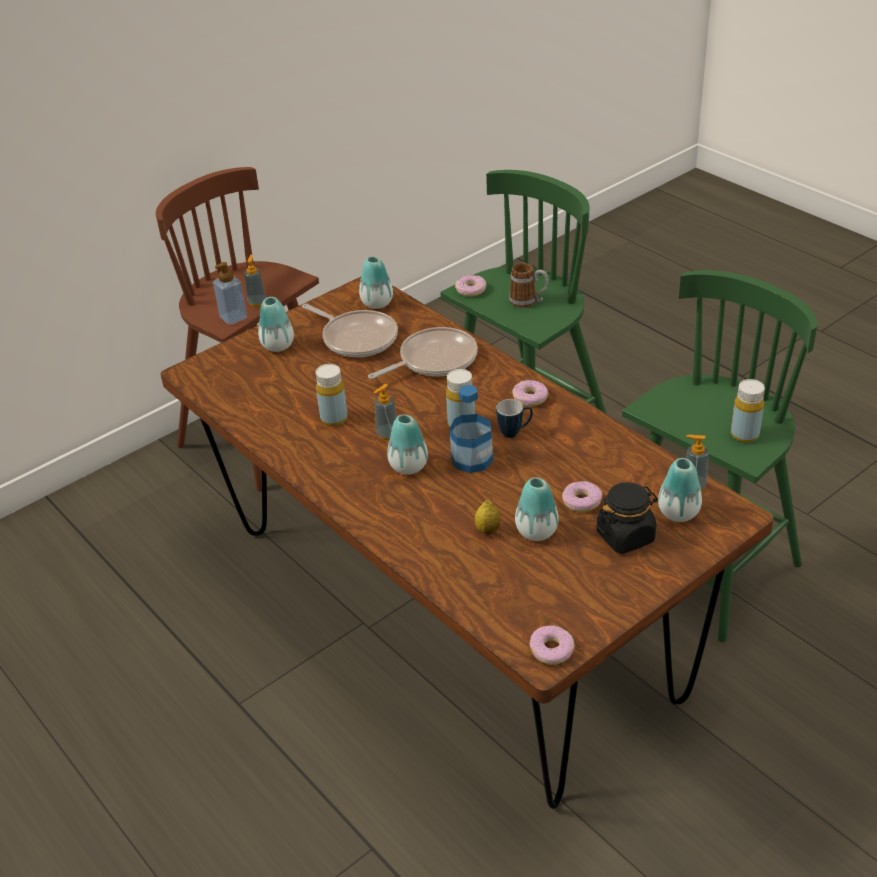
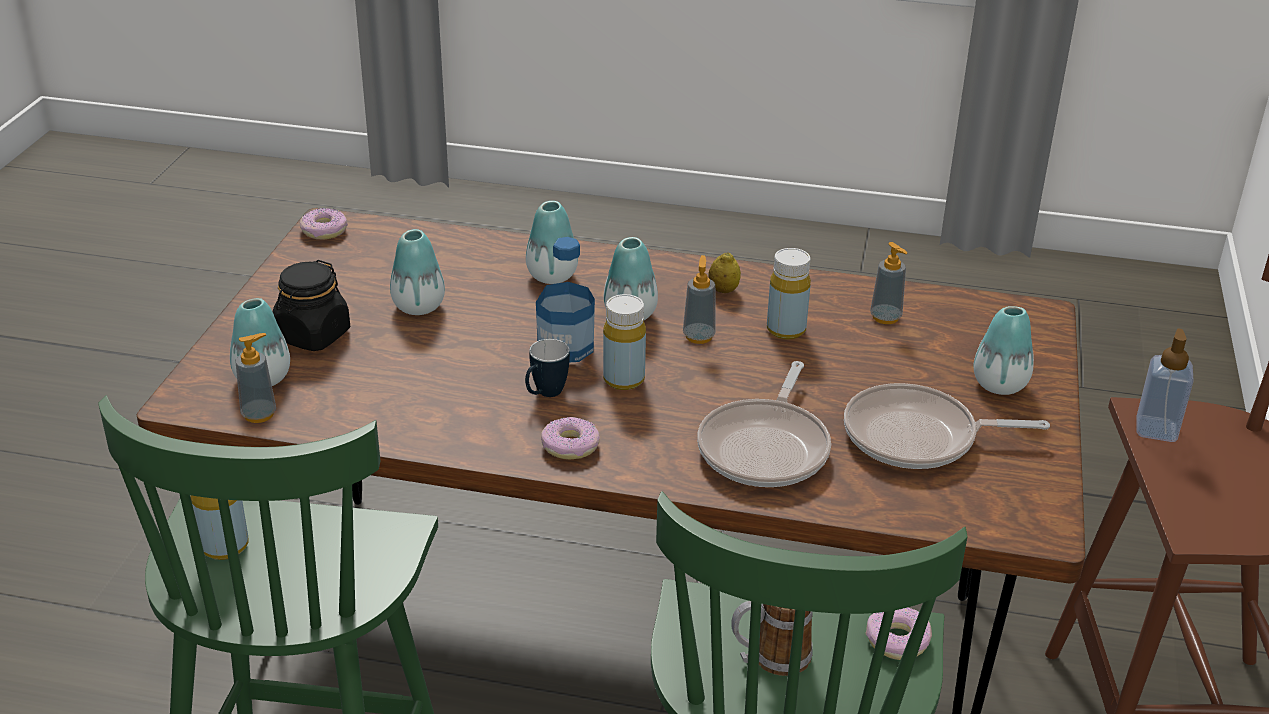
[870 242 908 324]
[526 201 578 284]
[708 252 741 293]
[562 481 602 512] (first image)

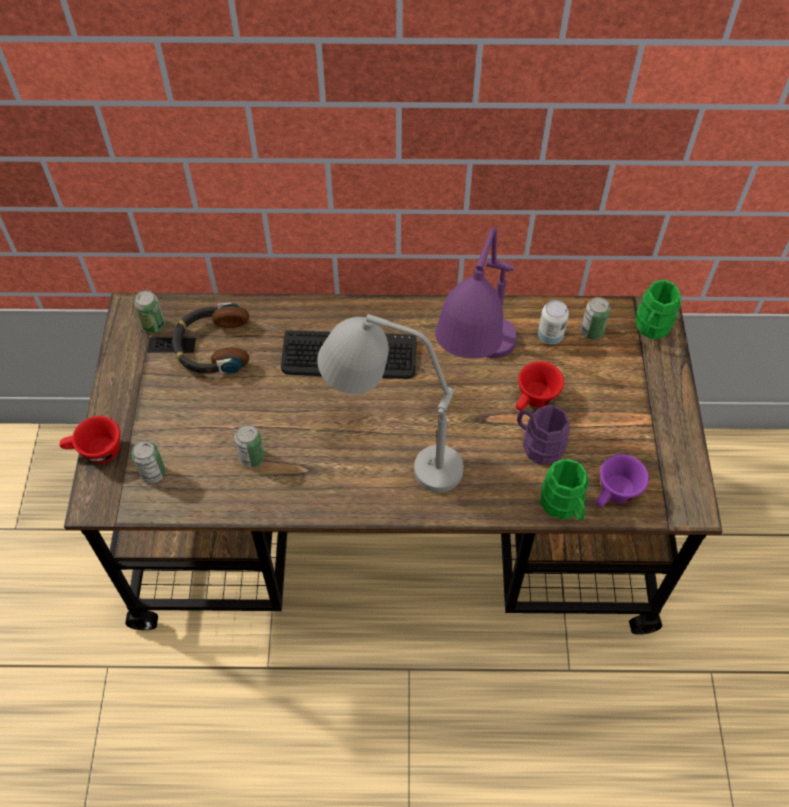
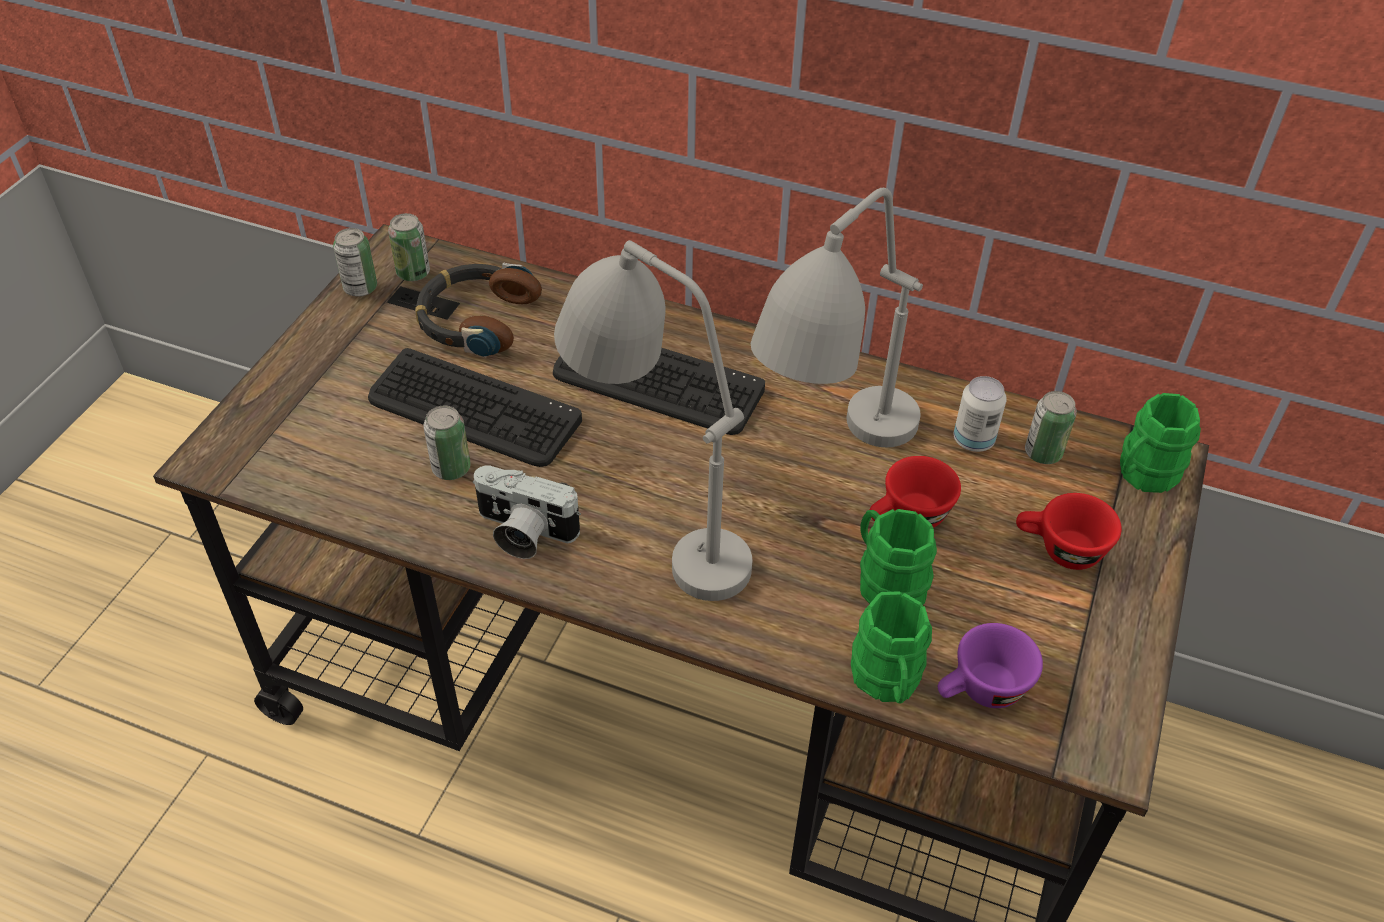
[1016 493 1122 570]
[333 228 377 297]
[751 188 923 447]
[860 509 937 605]
[368 348 582 467]
[473 465 581 559]

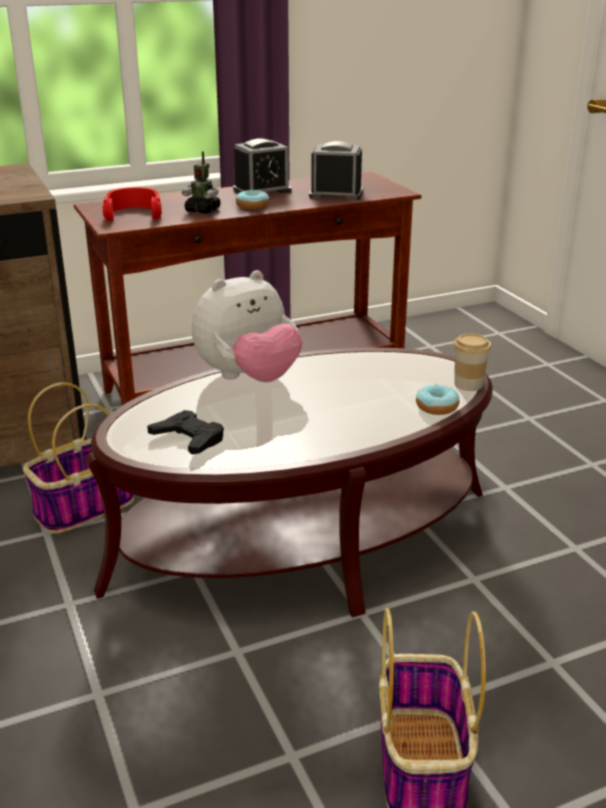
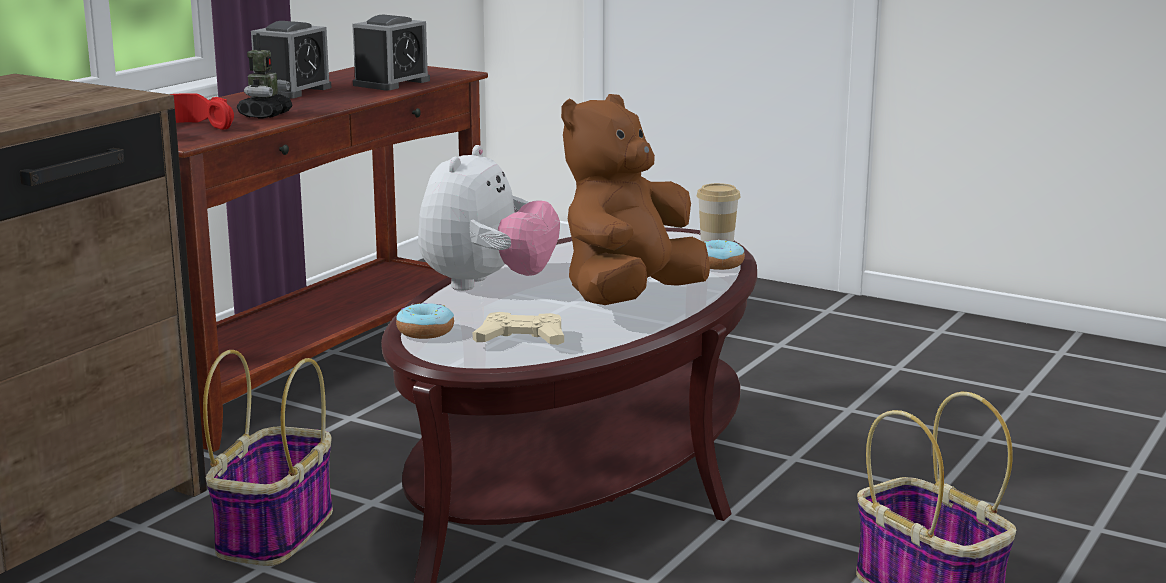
[473 312 564 345]
[237 33 292 119]
[396 303 454 339]
[352 15 430 90]
[561 94 710 305]

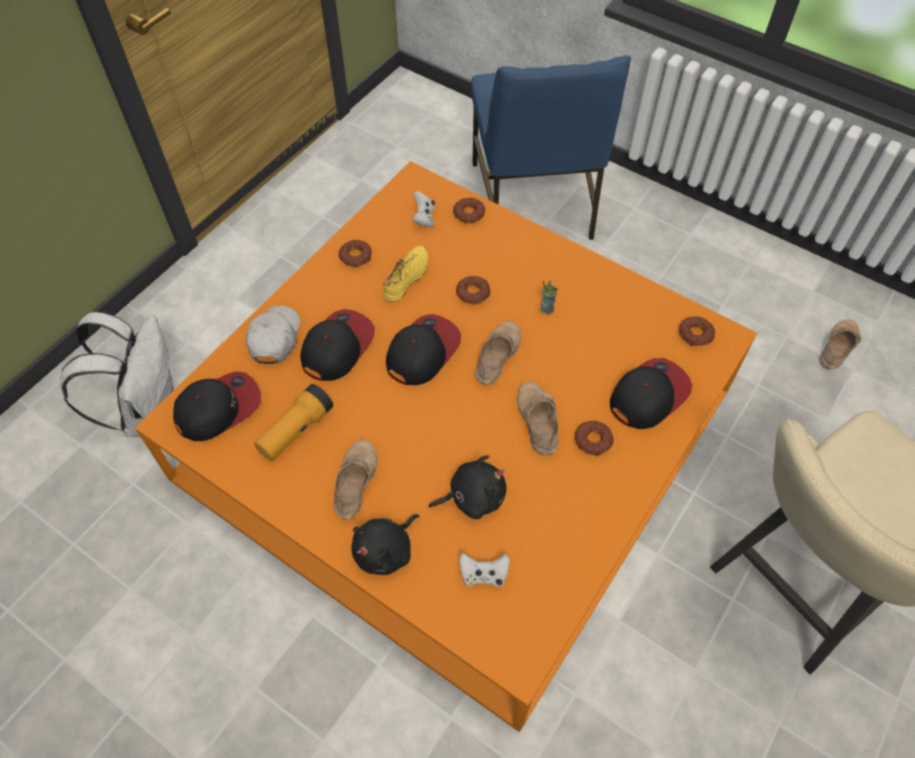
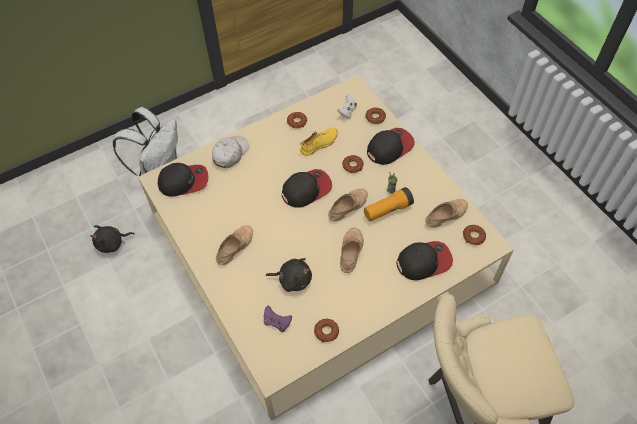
[138 75 514 421]
[364 187 414 221]
[367 128 415 165]
[90 225 134 253]
[264 305 292 332]
[471 55 631 240] (first image)
[314 319 339 343]
[425 199 468 228]

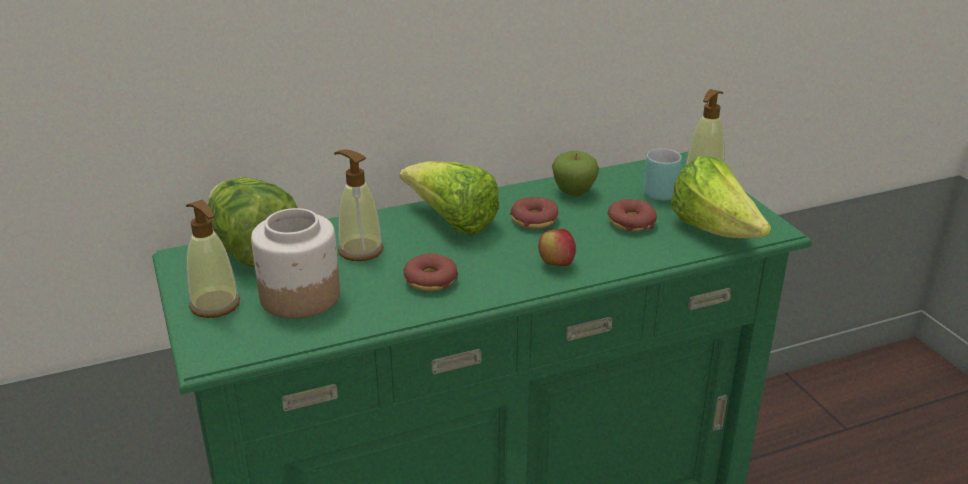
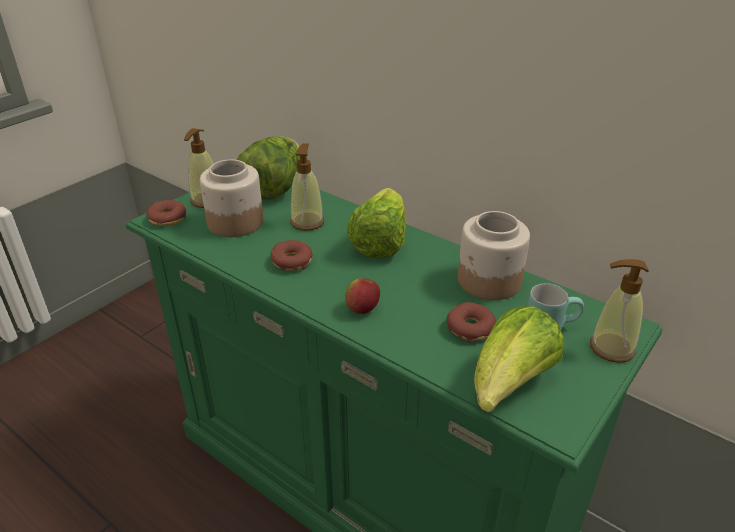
[146 200 186 226]
[458 211 530 300]

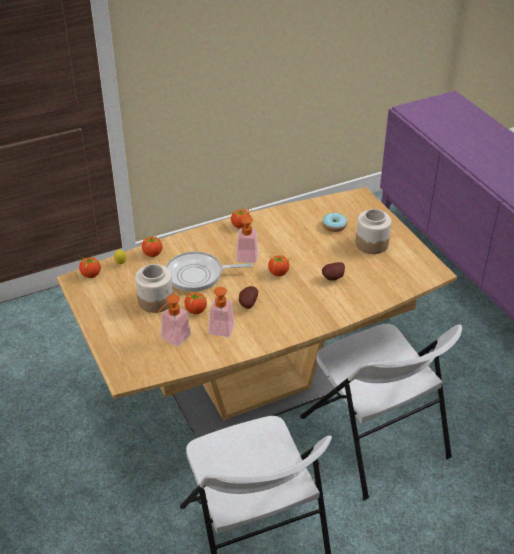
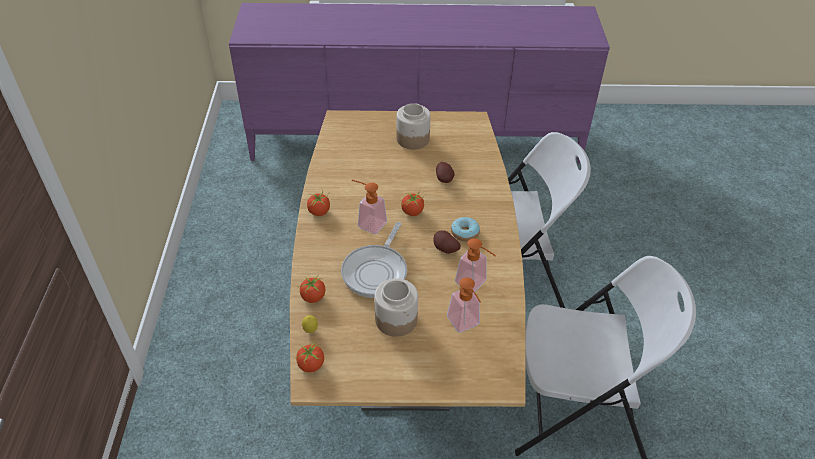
[185 290 207 314] (first image)
[451 217 480 242]

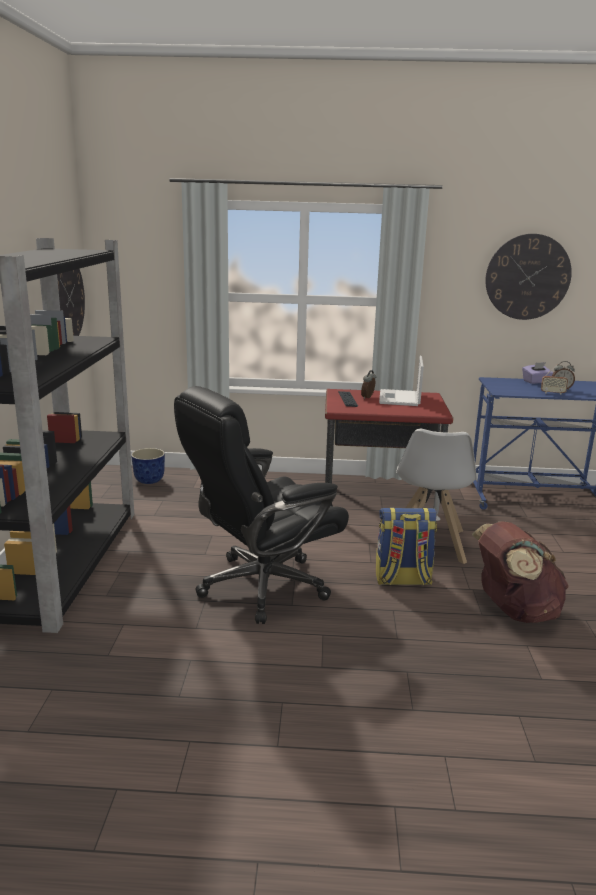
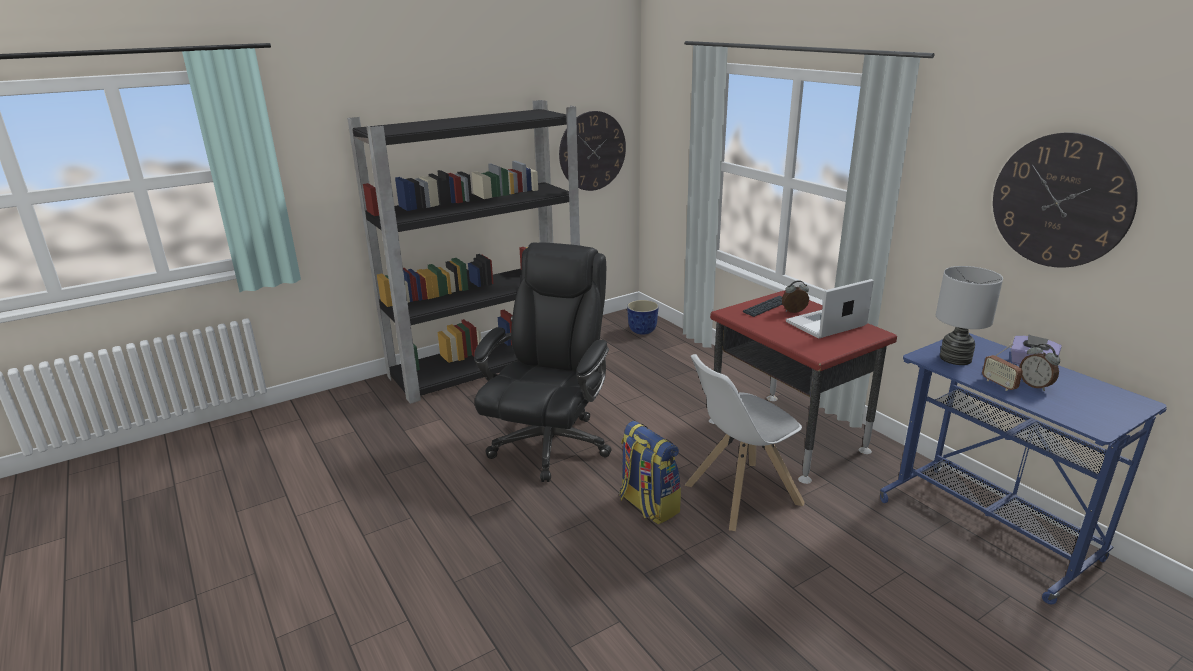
[474 243 611 482]
[472 521 569 623] (first image)
[936 266 1003 365]

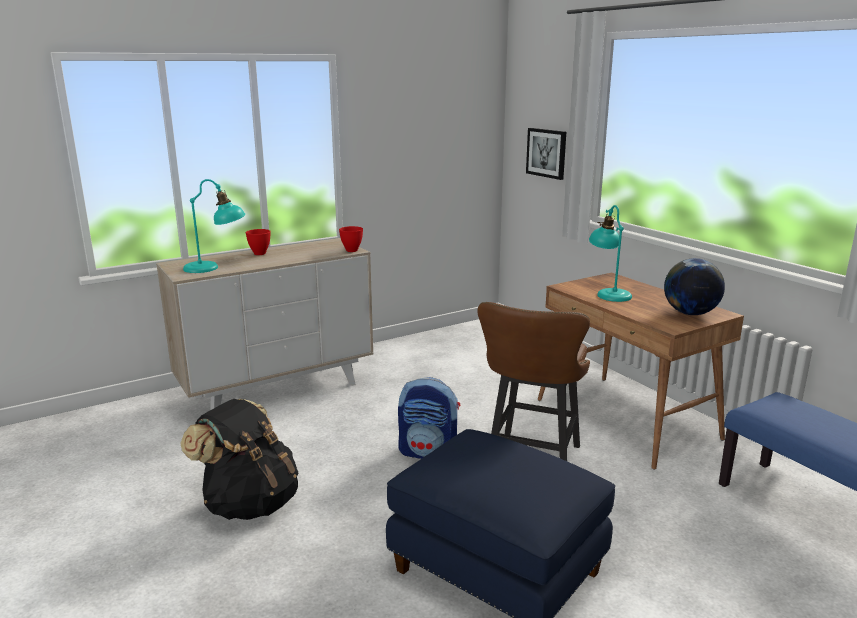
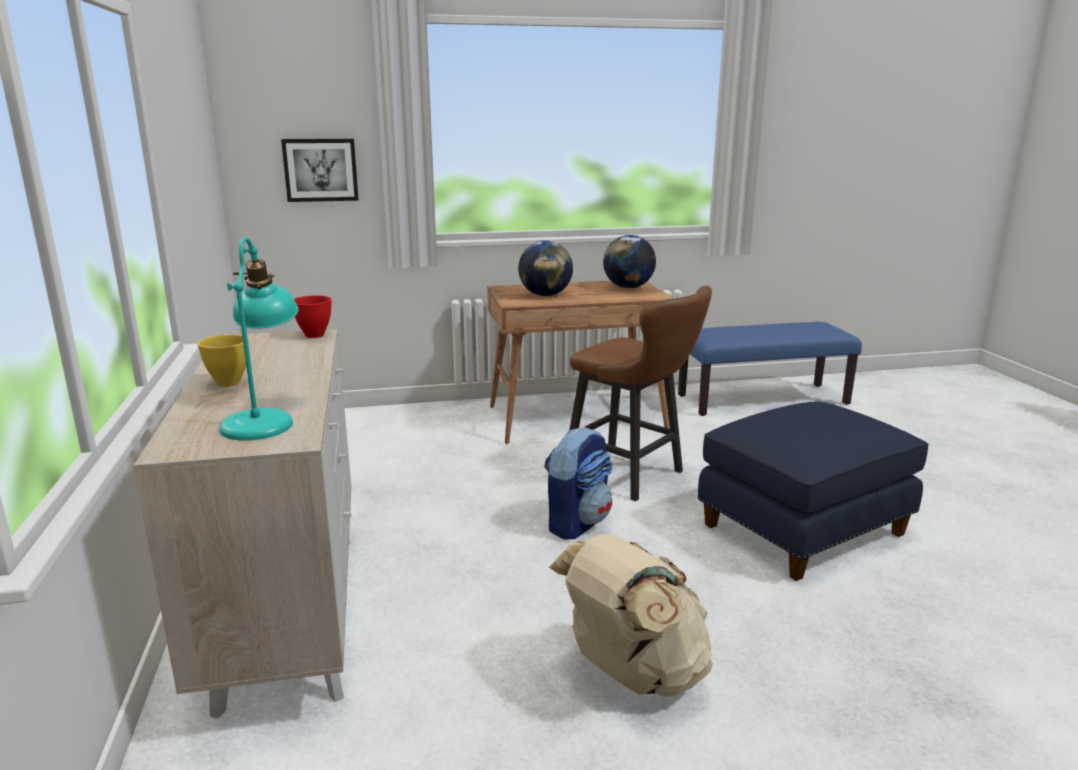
[549 534 713 697]
[197 334 246 387]
[518 241 573 296]

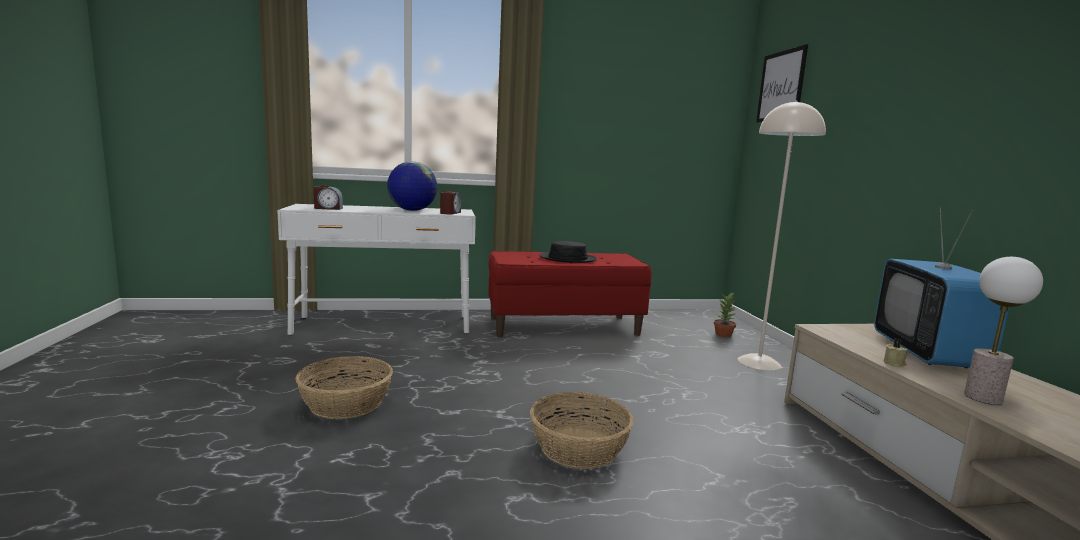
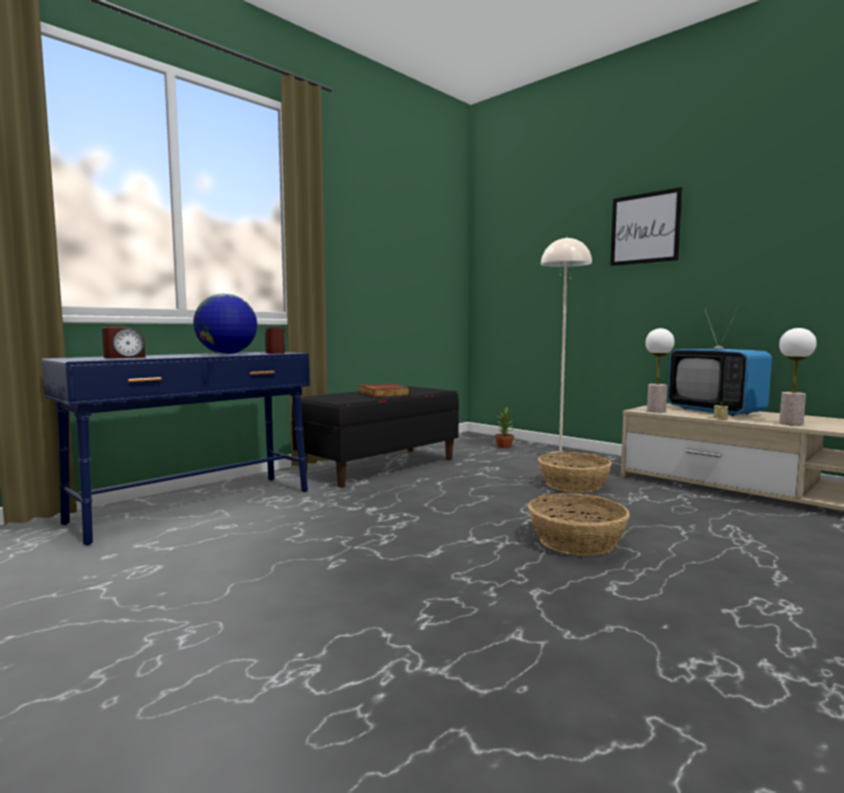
[41 352 310 545]
[538 452 612 493]
[292 386 459 487]
[358 384 410 398]
[610 187 682 266]
[645 328 674 413]

